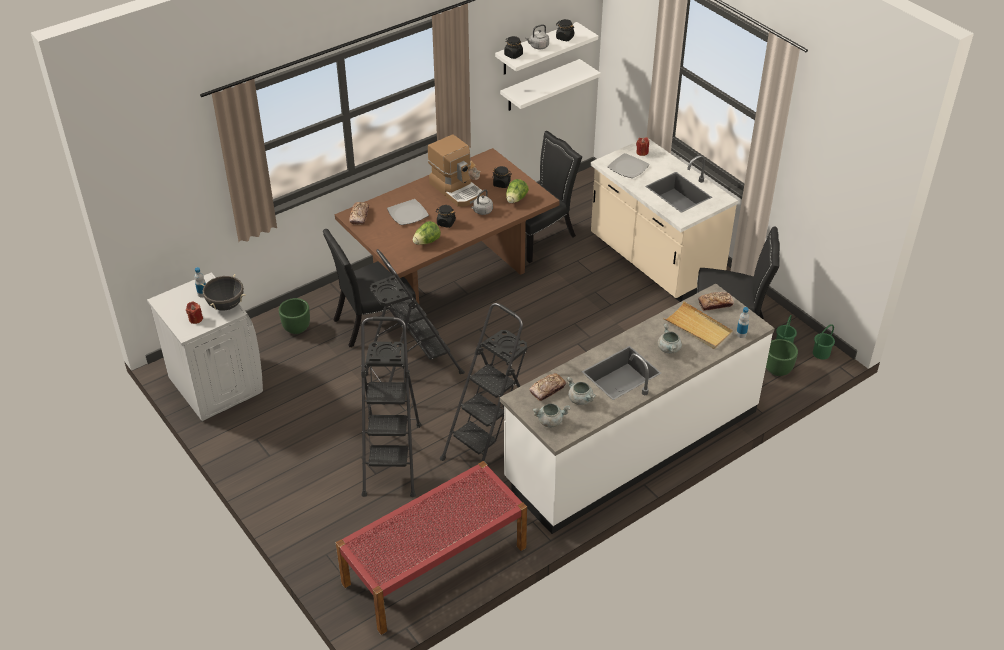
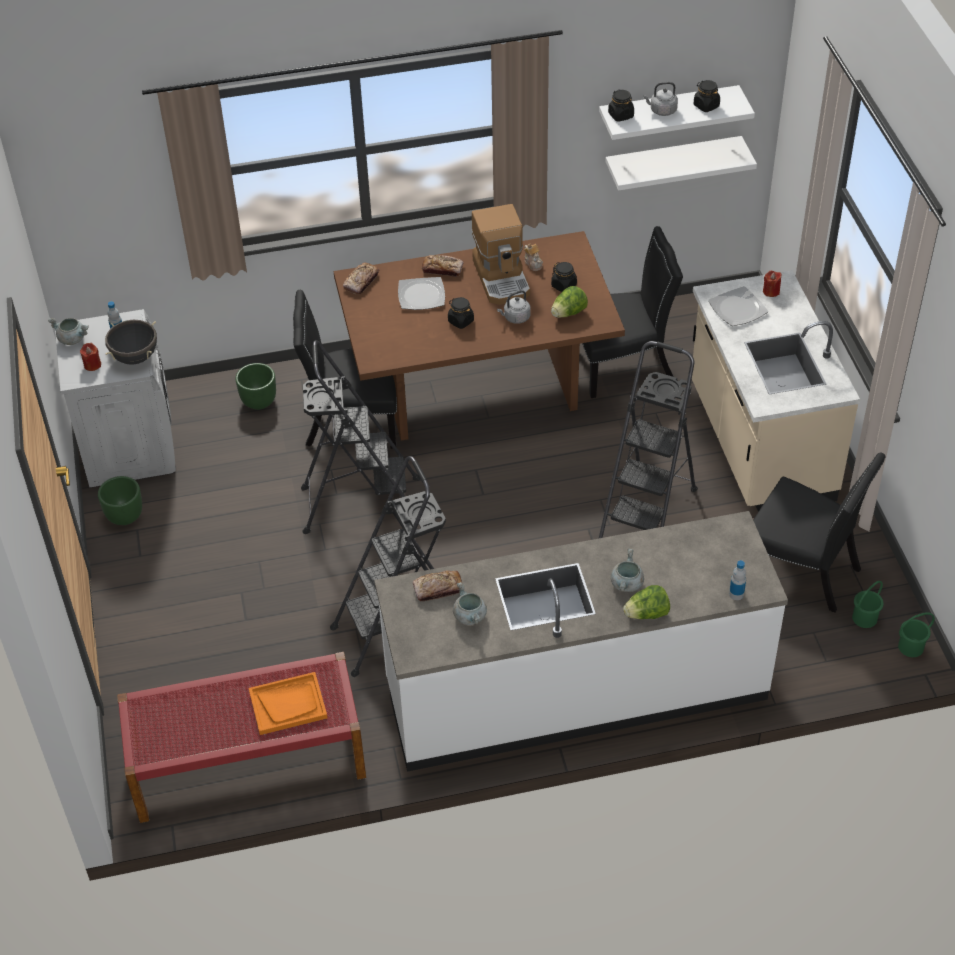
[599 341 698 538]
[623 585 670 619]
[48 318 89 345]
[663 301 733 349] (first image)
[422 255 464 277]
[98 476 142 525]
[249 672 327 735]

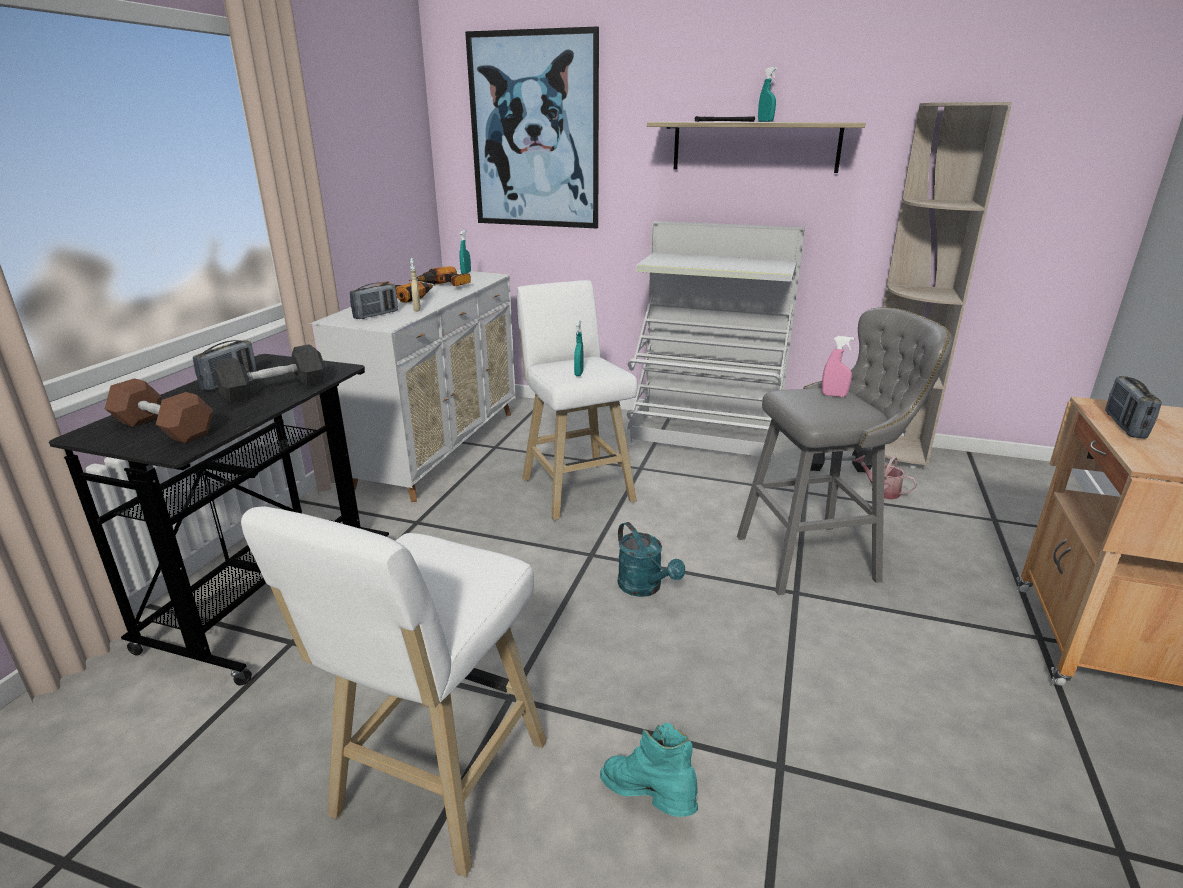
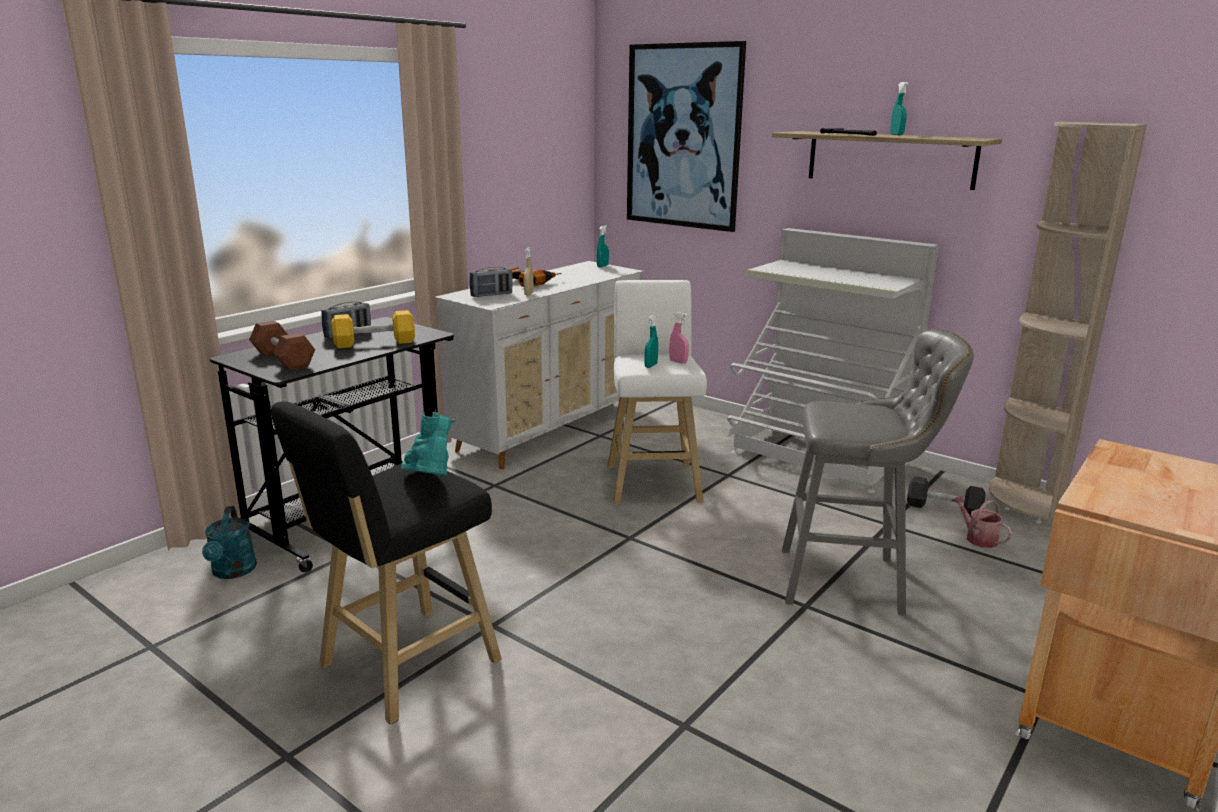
[332 310 415 348]
[271 402 502 725]
[409 266 471 286] (first image)
[401 411 455 475]
[202 506 257 579]
[669 312 689 364]
[1105 376 1162 439] (first image)

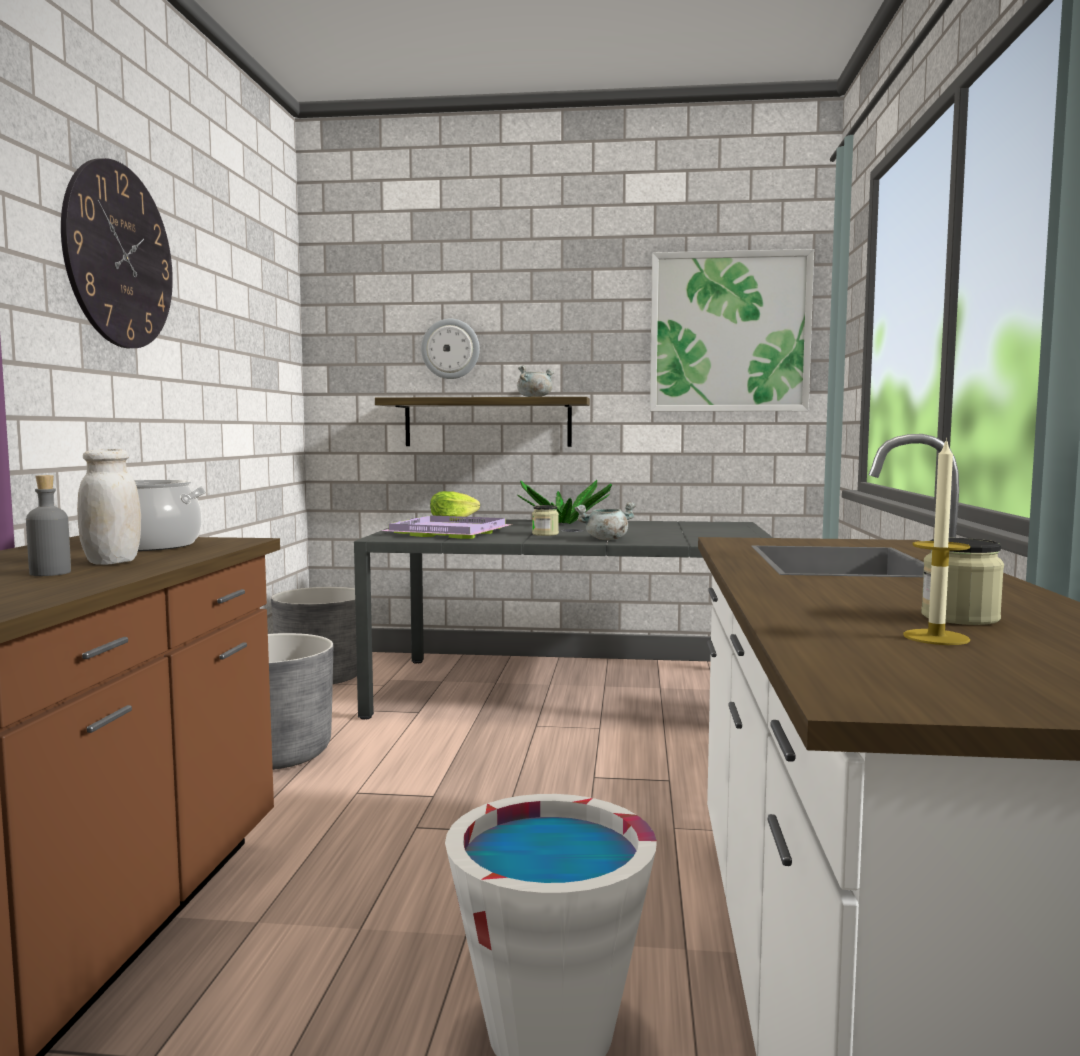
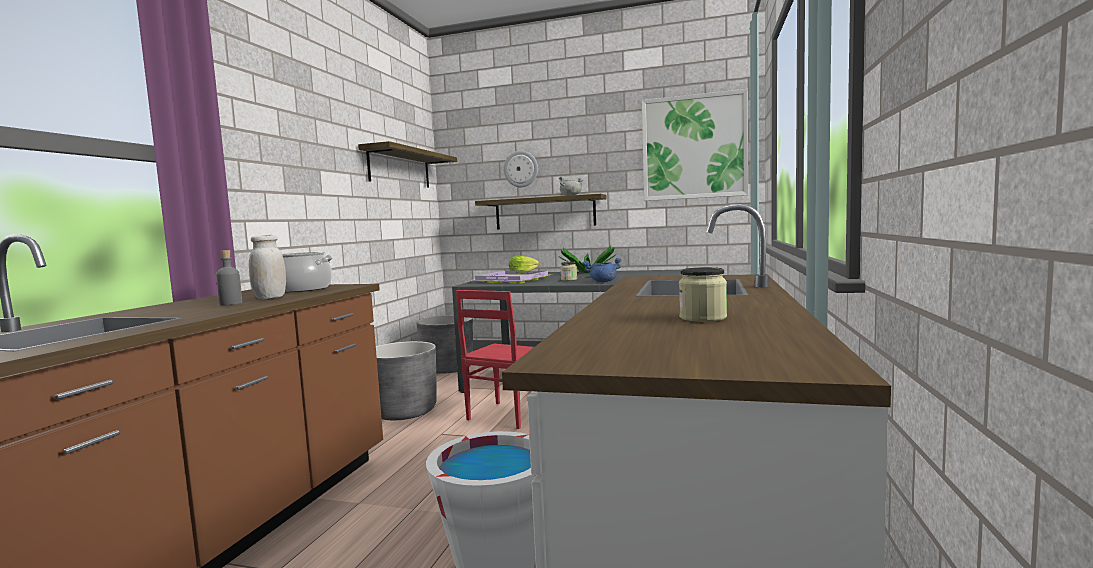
[61 158 173 348] (first image)
[582 258 621 282]
[903 438 970 645] (first image)
[358 141 457 188]
[456 290 534 429]

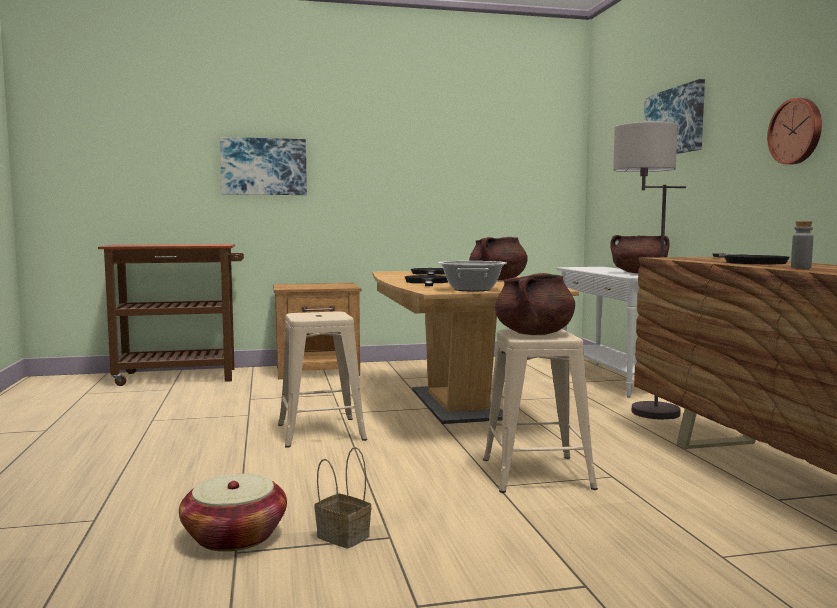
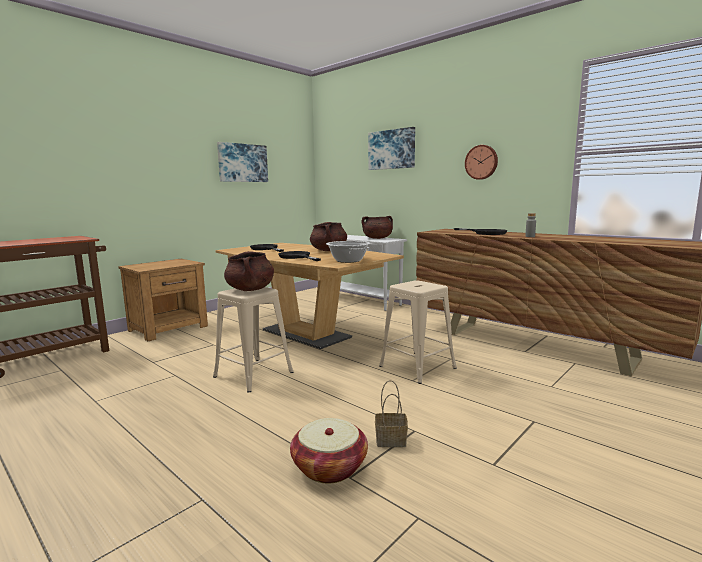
[217 142 268 182]
[224 251 274 291]
[613 122 686 420] (first image)

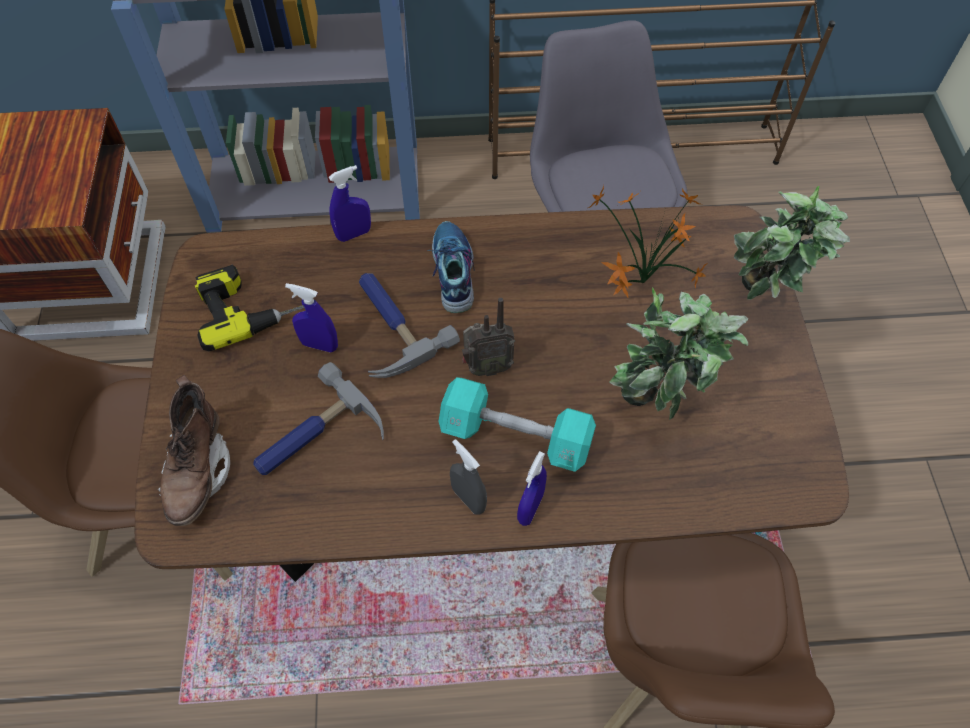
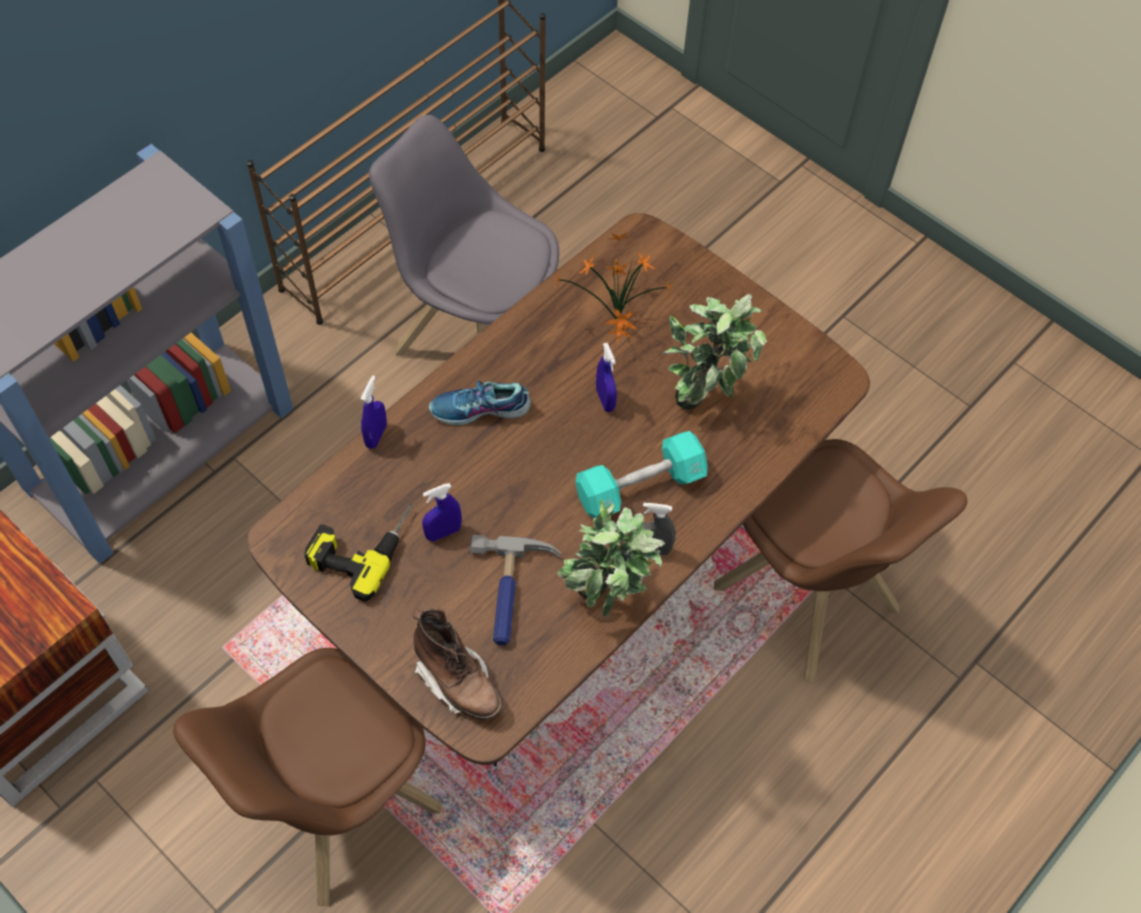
[359 273 460 378] (first image)
[429 381 531 425]
[462 298 515 376] (first image)
[596 343 617 412]
[557 499 665 617]

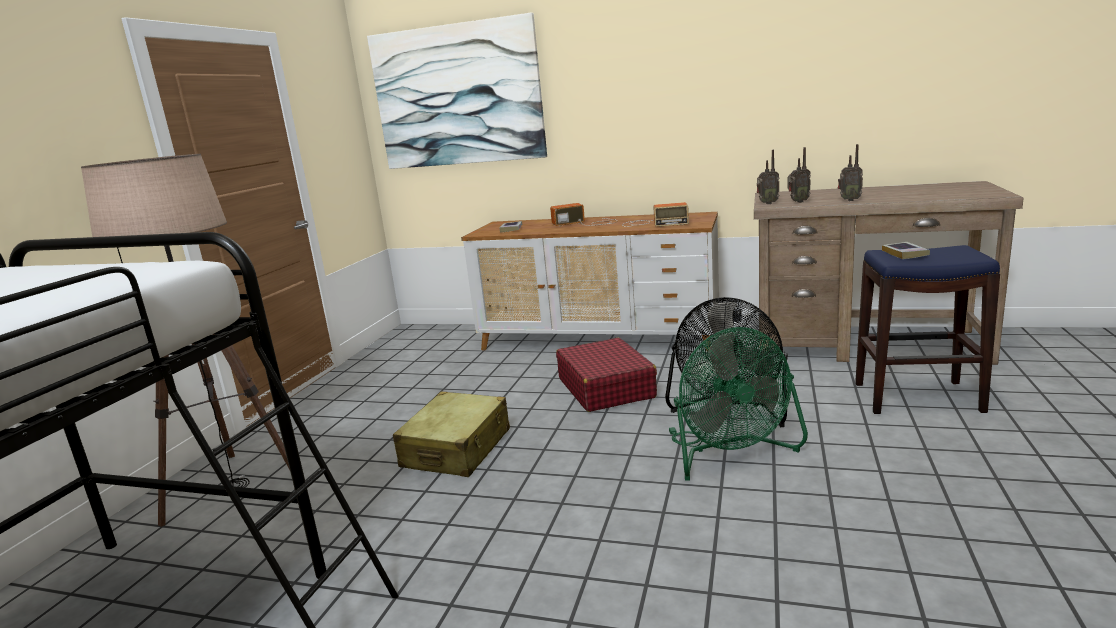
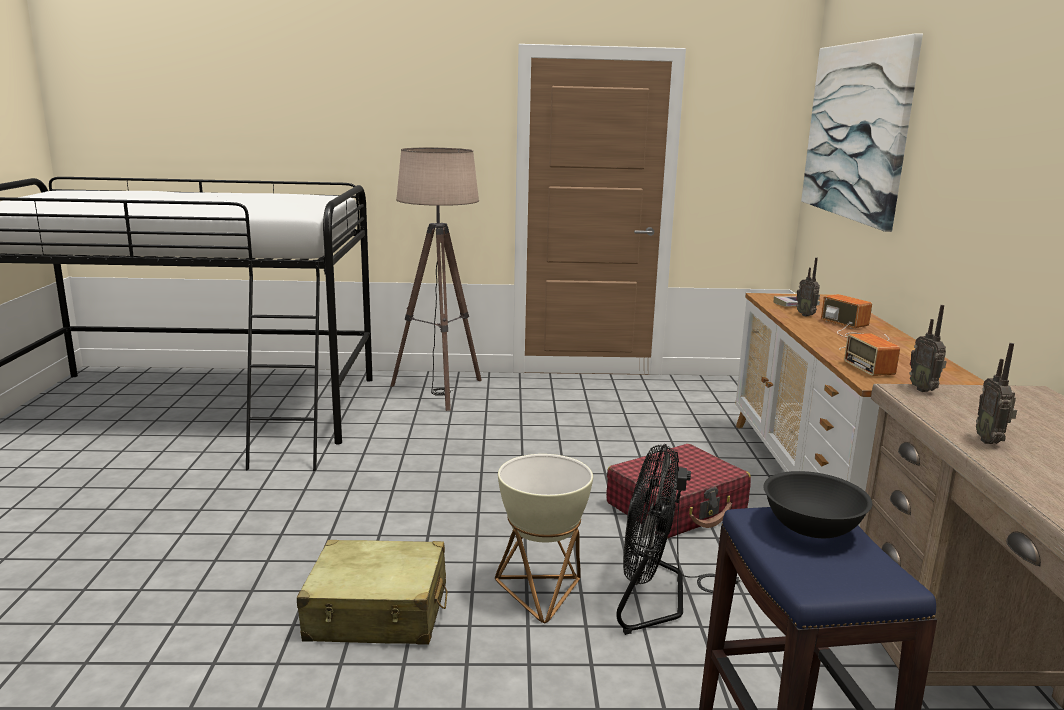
[297 540 448 645]
[495 454 593 623]
[796 257 820 317]
[763 471 872 538]

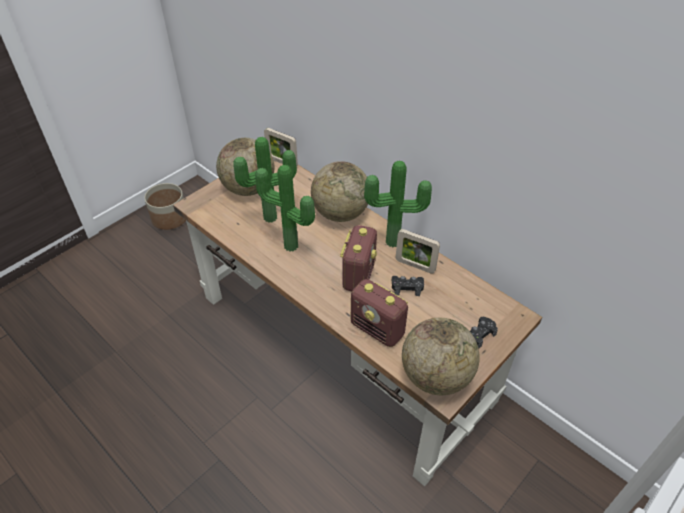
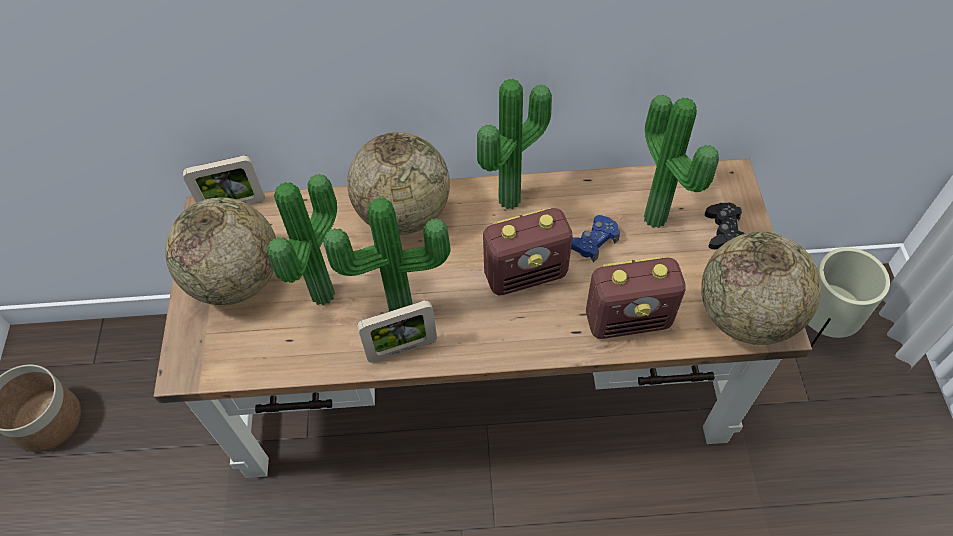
[483 208 573 295]
[571 215 620 262]
[357 300 437 363]
[644 94 719 228]
[808 248 890 347]

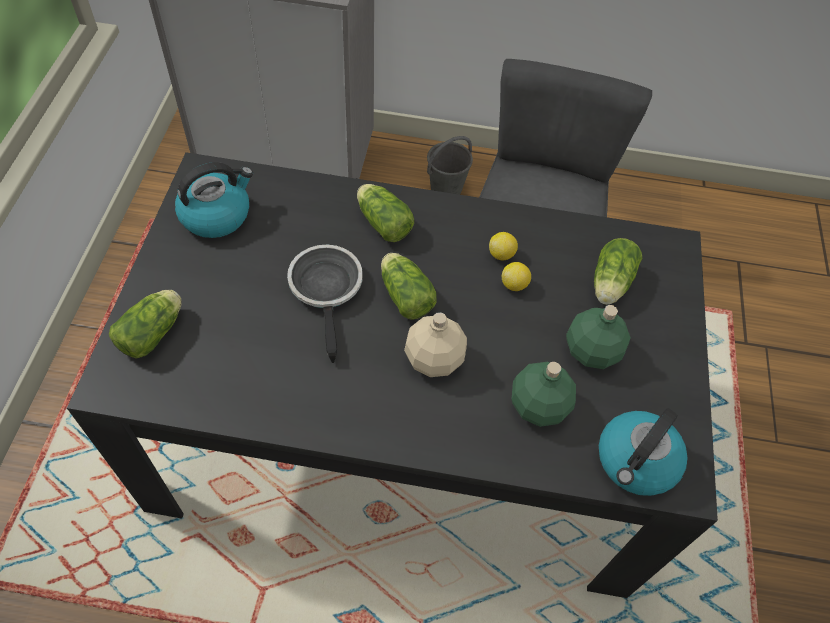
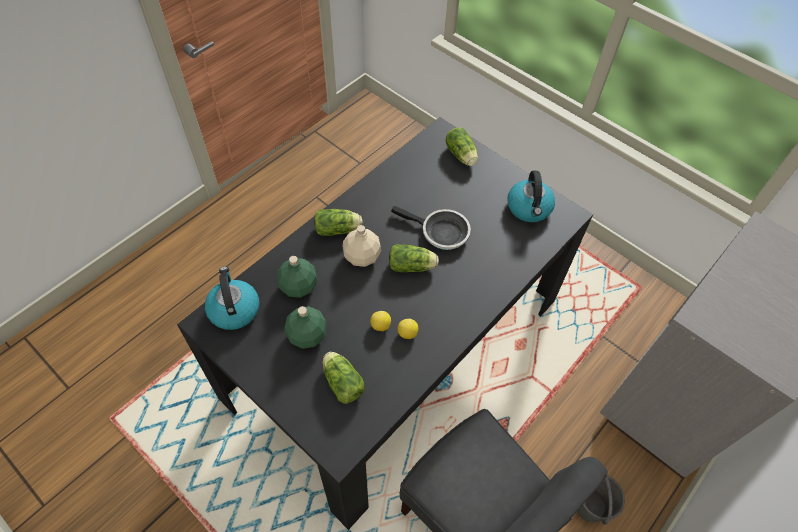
[314 209 363 236]

